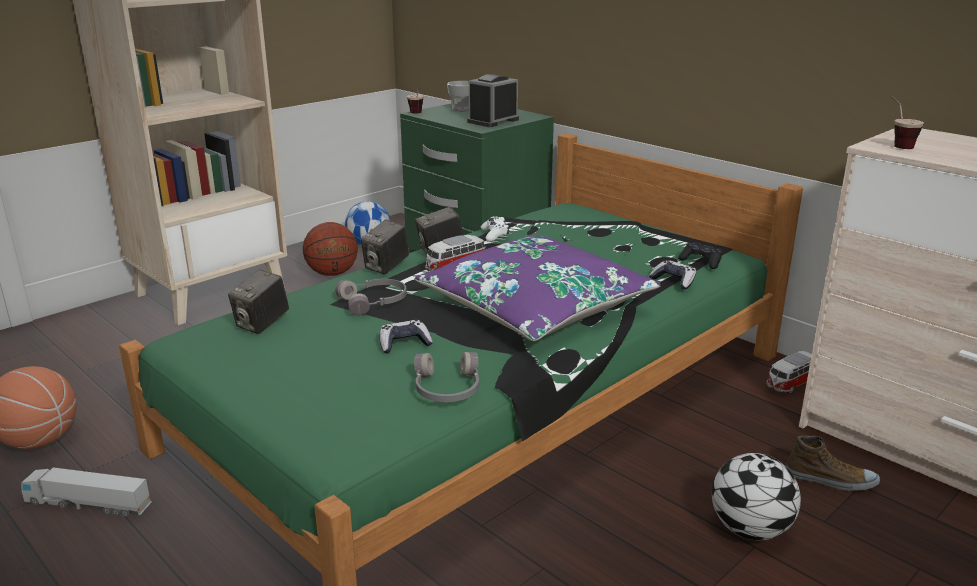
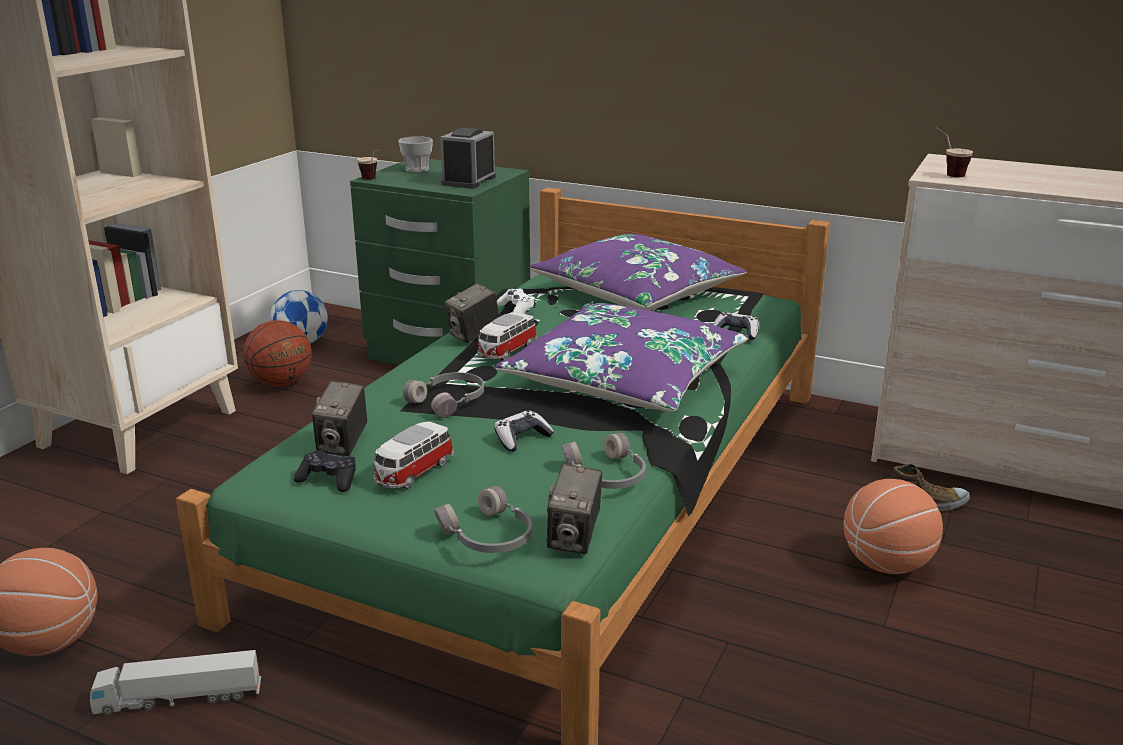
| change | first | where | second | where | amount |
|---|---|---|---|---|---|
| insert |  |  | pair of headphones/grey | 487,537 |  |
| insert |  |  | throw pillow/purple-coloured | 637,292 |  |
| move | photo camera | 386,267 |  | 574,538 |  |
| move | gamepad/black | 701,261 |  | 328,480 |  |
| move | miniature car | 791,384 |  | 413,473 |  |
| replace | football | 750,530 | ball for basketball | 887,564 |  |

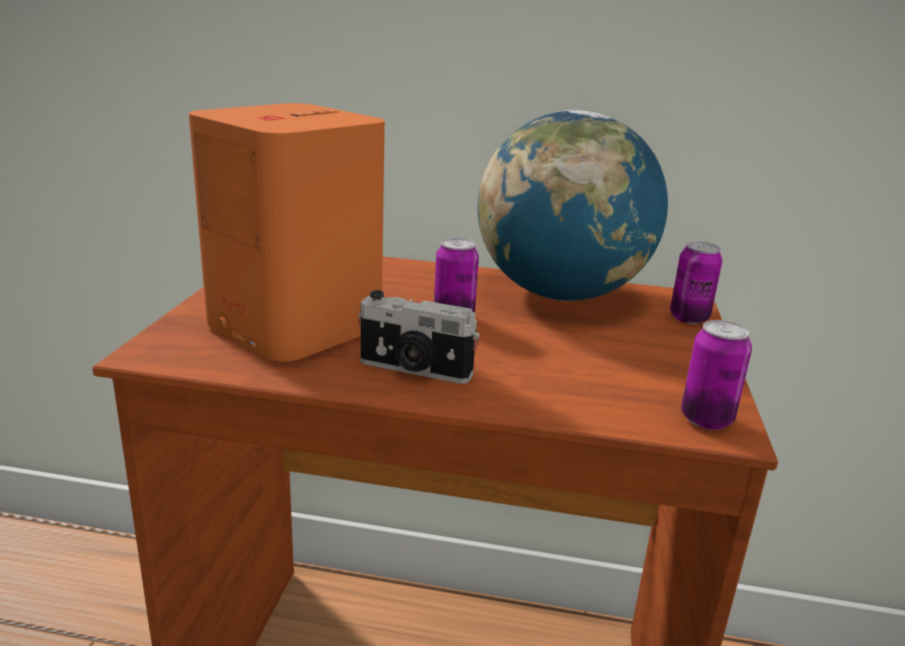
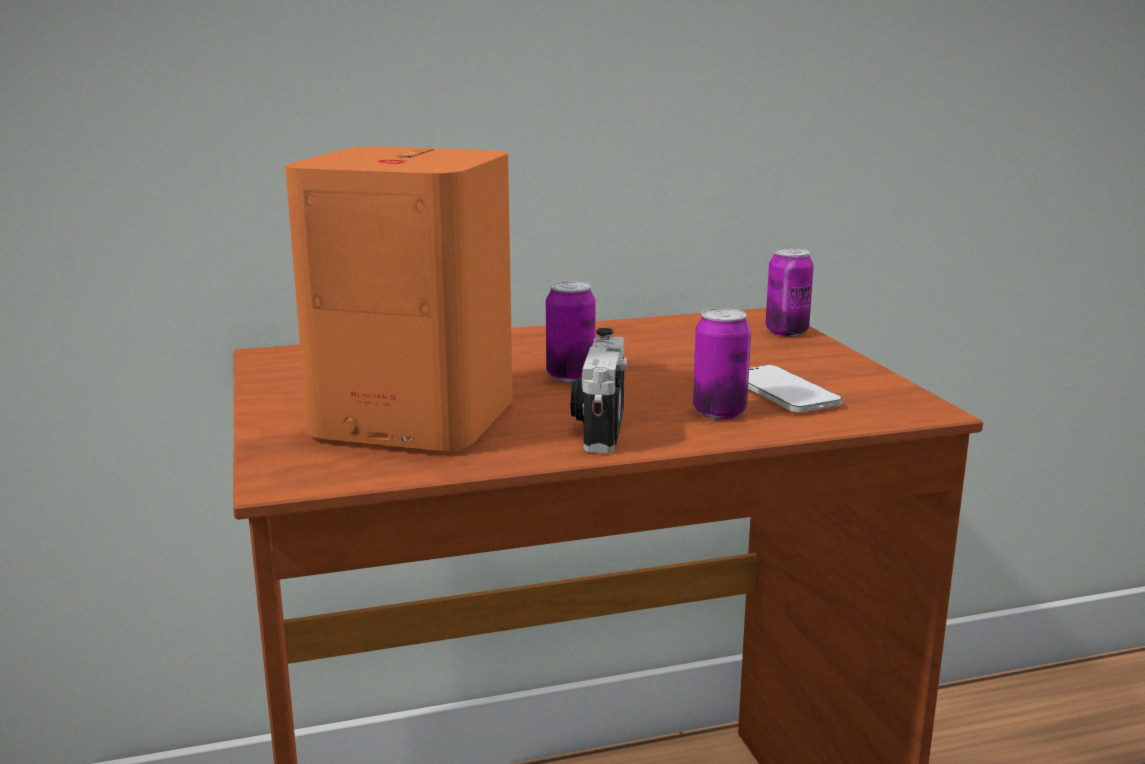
| change | first | where | second | where | amount |
|---|---|---|---|---|---|
| delete | world globe | 560,294 |  |  |  |
| insert |  |  | telephone | 783,393 |  |
| move | metal can | 706,419 |  | 719,412 |  |
| rotate | photo camera | 414,370 |  | 599,427 | 105 degrees clockwise |

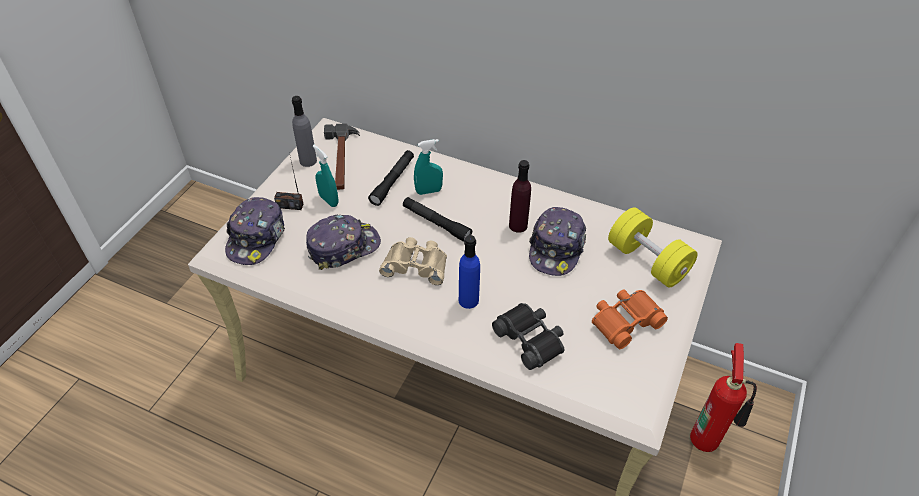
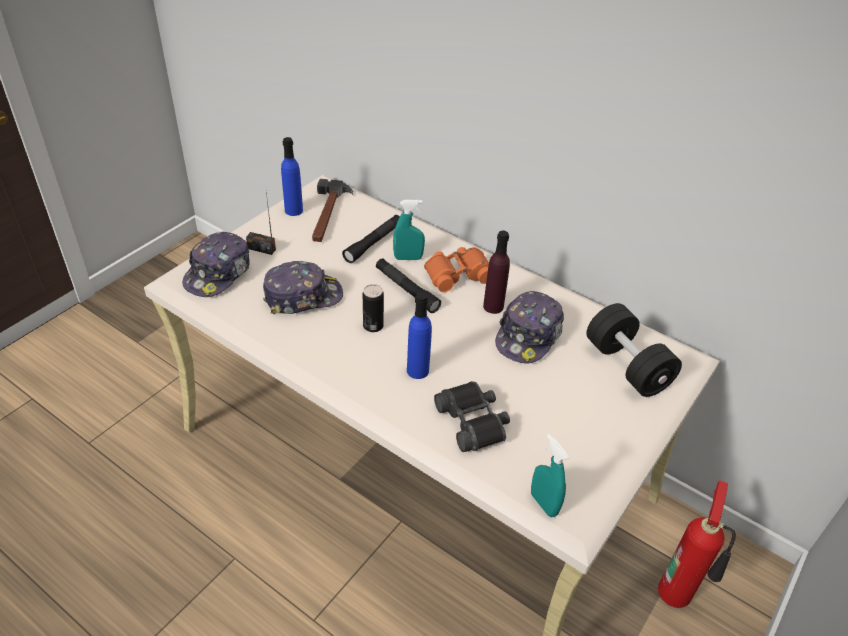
| change | first | where | second | where | amount |
|---|---|---|---|---|---|
| move | spray bottle/turquoise | 329,200 |  | 543,504 |  |
| move | pair of binoculars/orangey | 625,321 |  | 457,274 |  |
| replace | pair of binoculars/beige-coloured | 416,264 | metal can | 373,326 |  |
| recolor | bottle/grey | 308,161 | bottle/blue | 294,210 |  |
| recolor | hand weight/yellow-coloured | 647,261 | hand weight/black | 627,366 |  |

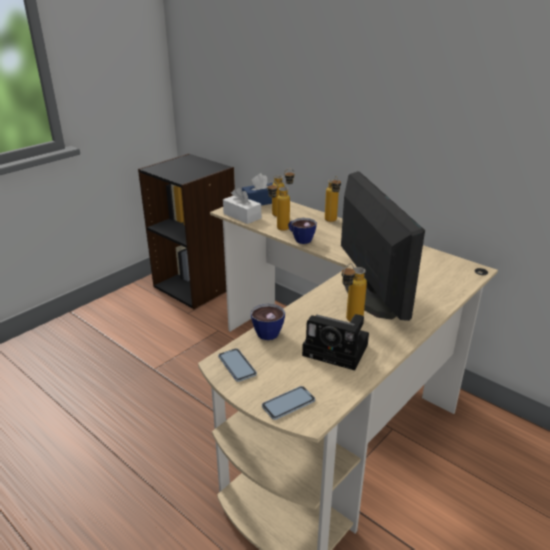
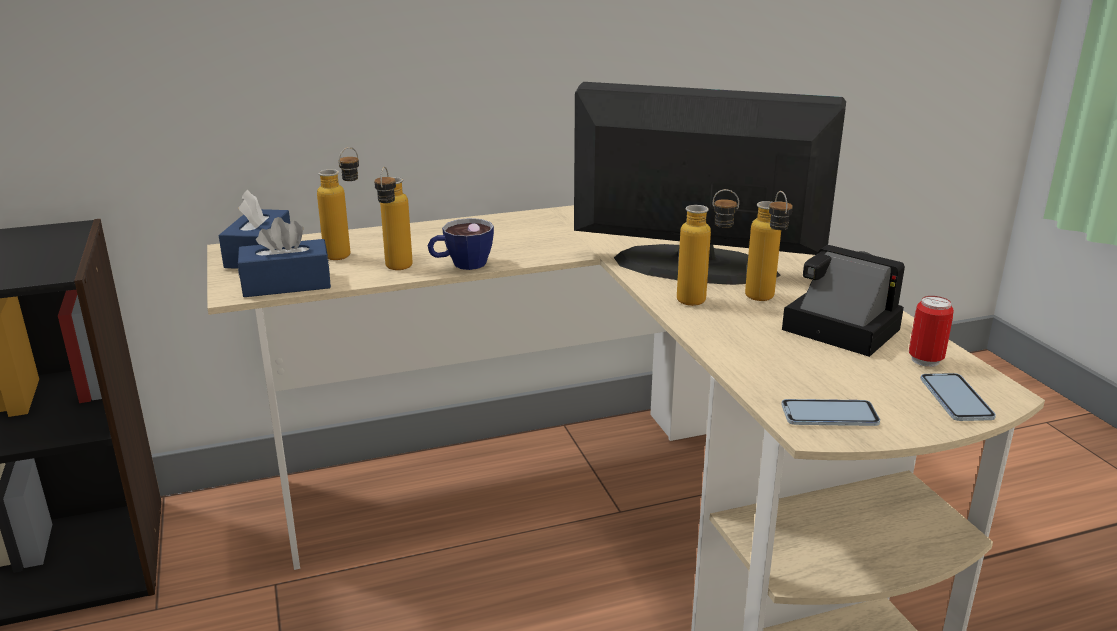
| change | first | where | second | where | amount |
|---|---|---|---|---|---|
| delete | small cup | 266,330 |  |  |  |
| insert |  |  | metal can | 925,360 |  |
| move | bottle | 332,222 |  | 703,302 |  |
| recolor | tissue box/white-coloured | 242,216 | tissue box/blue | 287,284 |  |
| rotate | photo camera | 338,350 |  | 835,328 | 105 degrees counterclockwise |

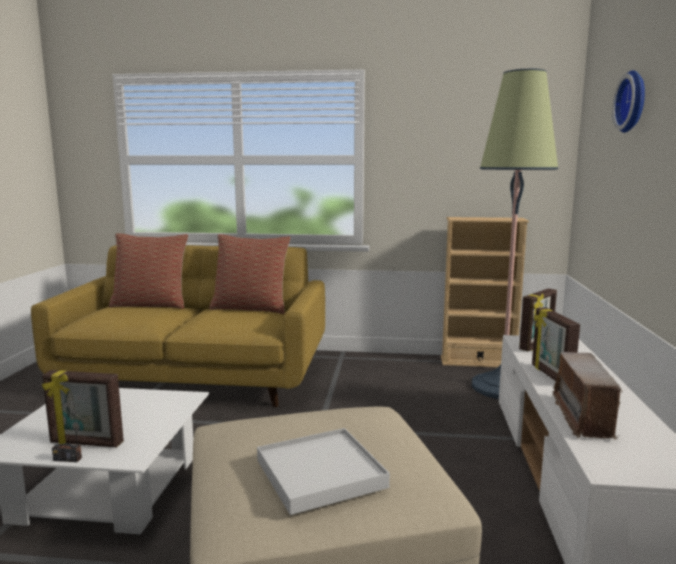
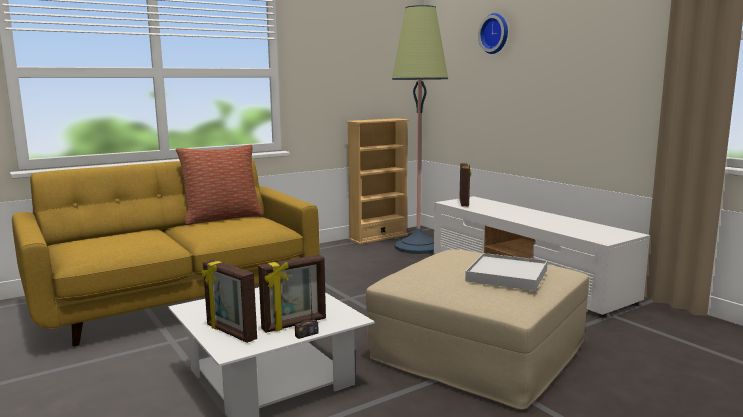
| change | first | where | second | where | amount |
|---|---|---|---|---|---|
| delete | throw pillow | 151,305 |  |  |  |
| delete | radio set | 583,417 |  |  |  |
| move | picture frame | 550,375 |  | 230,333 |  |

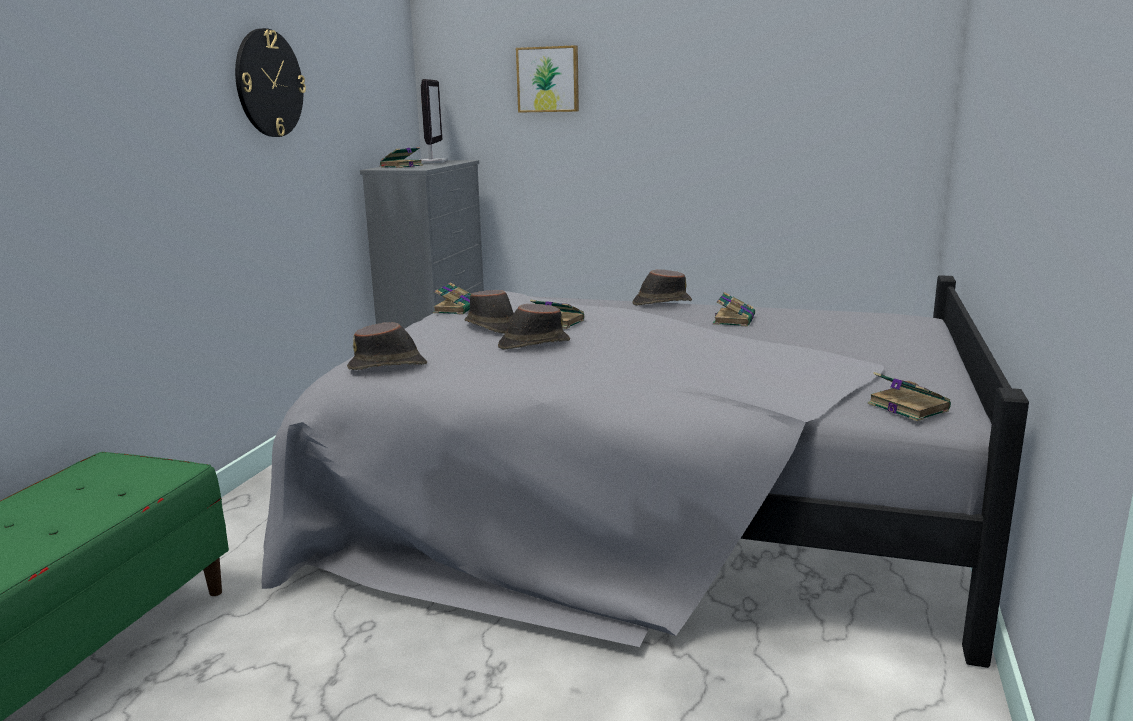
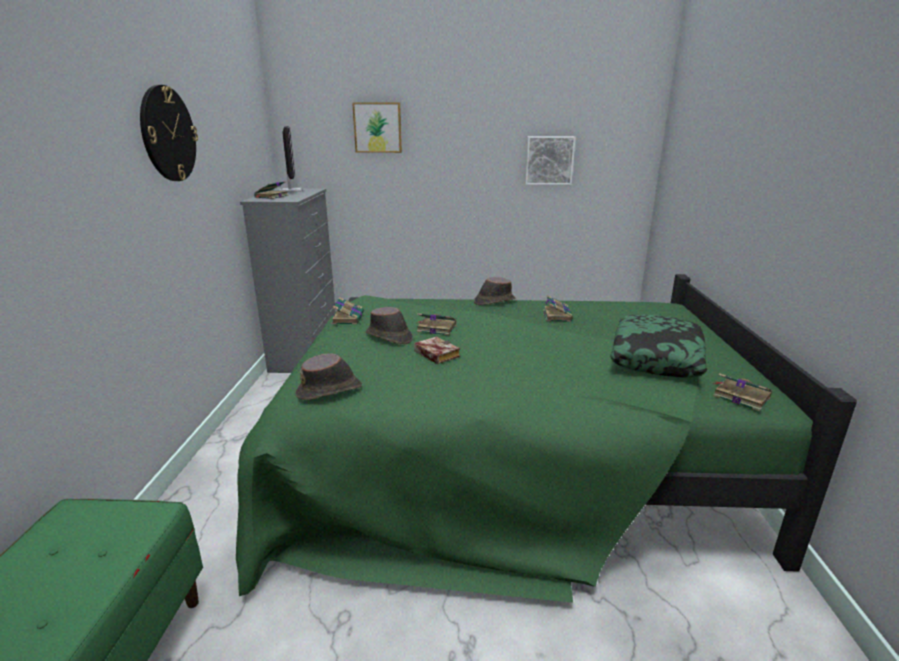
| change | first | where | second | where | amount |
|---|---|---|---|---|---|
| insert |  |  | picture | 549,160 |  |
| insert |  |  | throw pillow | 656,357 |  |
| replace | clothing hat/brown-coloured | 533,344 | bound book | 434,354 |  |
| recolor | bed/grey | 644,508 | bed/greenish | 507,458 |  |

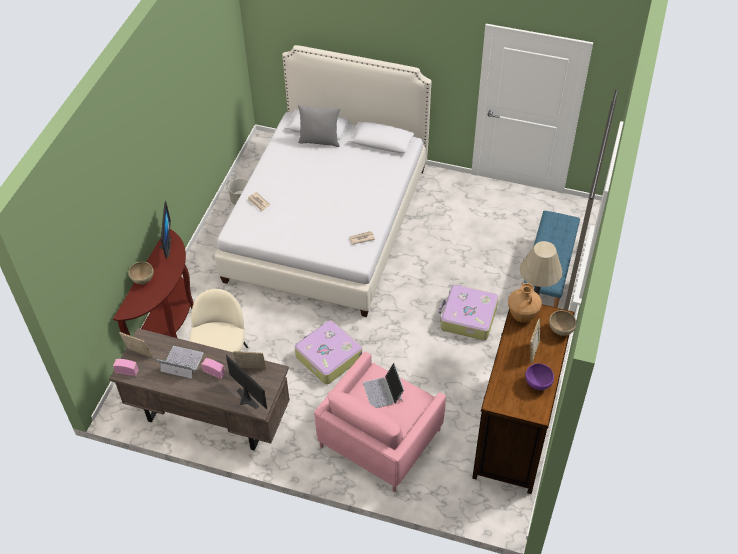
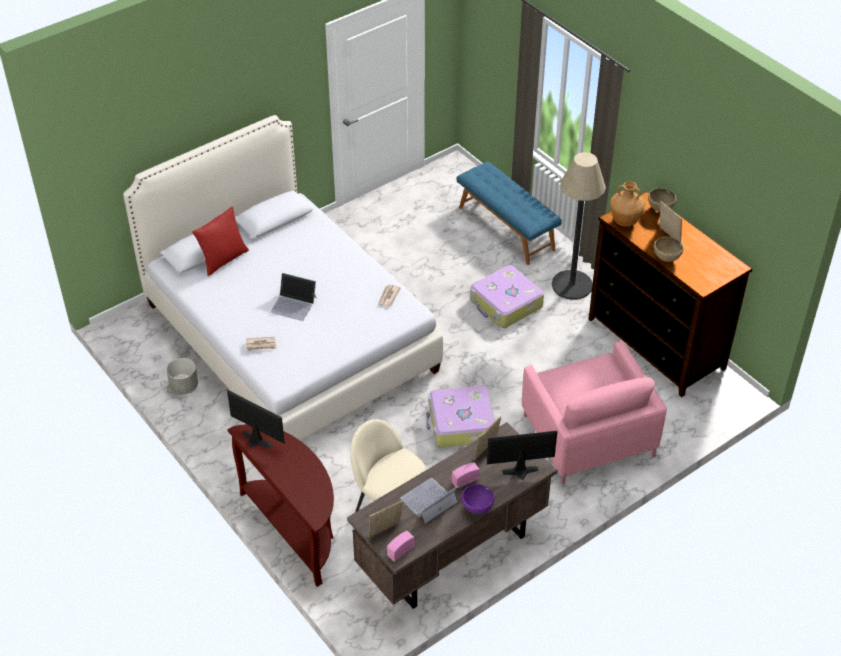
| change | first | where | second | where | amount |
|---|---|---|---|---|---|
| move | deep dish/brown-coloured | 143,280 |  | 666,258 |  |
| move | notebook computer | 383,392 |  | 294,304 |  |
| move | deep dish/purple-coloured | 537,384 |  | 477,508 |  |
| recolor | throw pillow/grey | 319,141 | throw pillow/red | 223,260 |  |

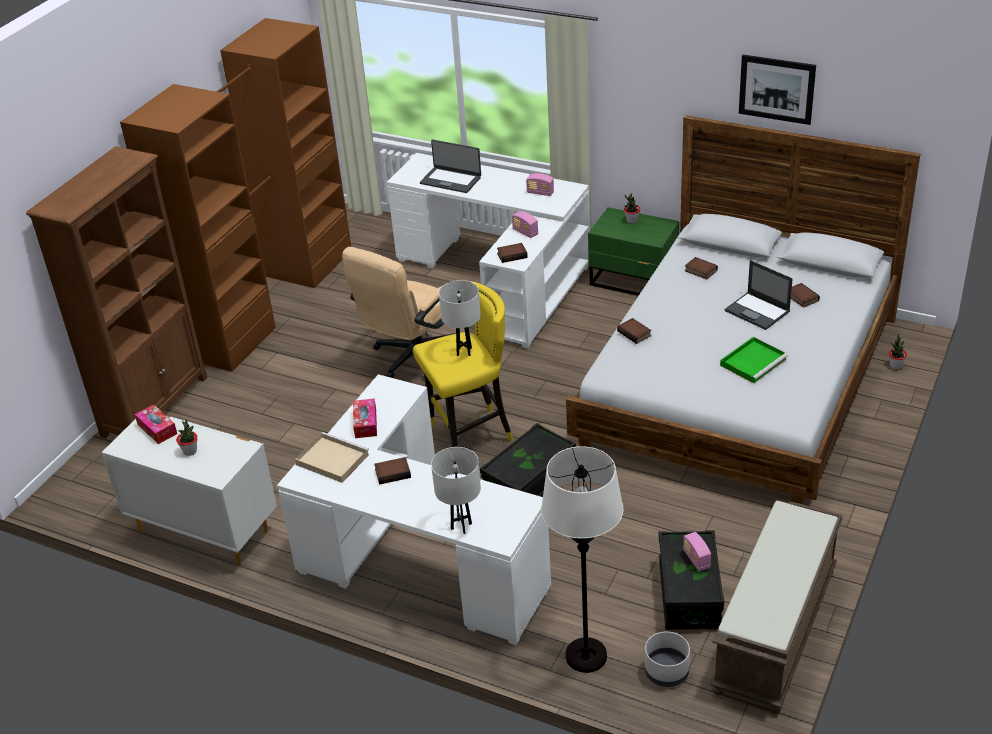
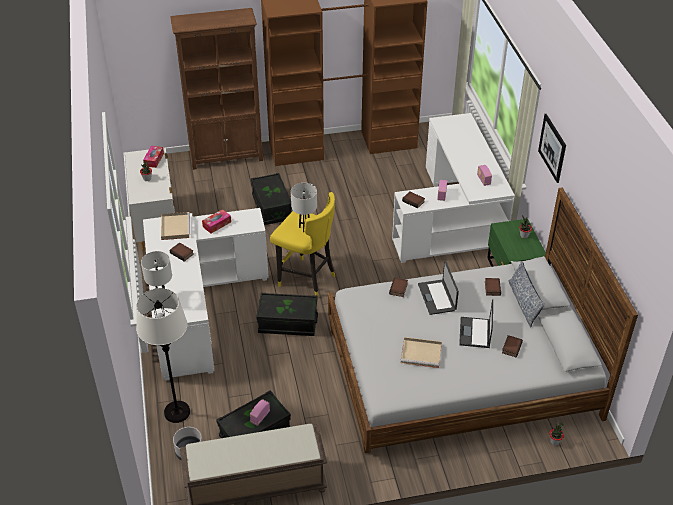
| change | first | where | second | where | amount |
|---|---|---|---|---|---|
| delete | desk chair/beige-coloured | 411,359 |  |  |  |
| insert |  |  | storage container/black | 272,207 |  |
| insert |  |  | throw pillow | 523,303 |  |
| move | notebook computer | 451,180 |  | 437,297 |  |
| move | picture | 776,89 |  | 552,148 |  |
| recolor | serving tray/greenish | 753,361 | serving tray/beige-coloured | 422,353 |  |

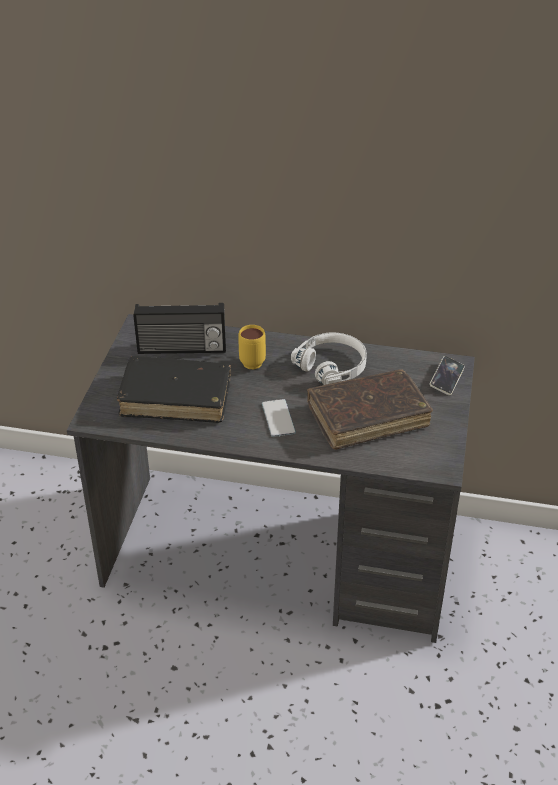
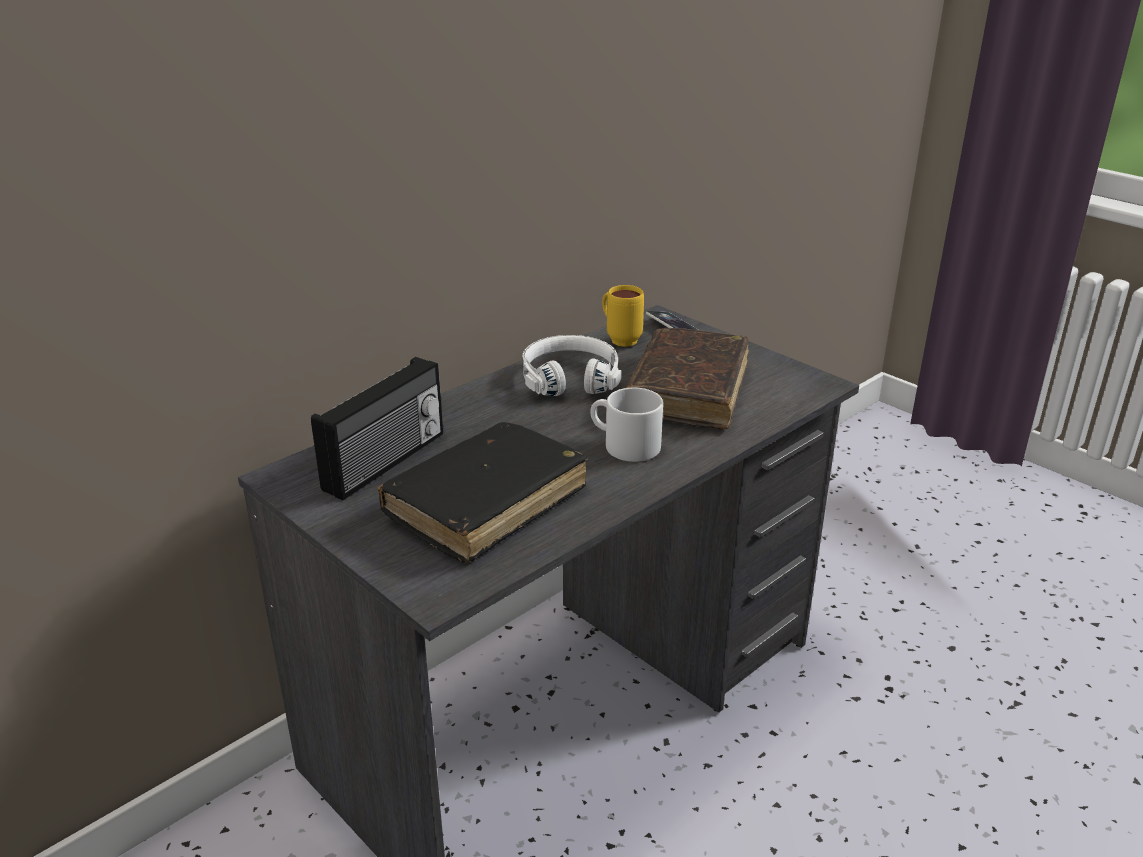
| change | first | where | second | where | amount |
|---|---|---|---|---|---|
| move | tea mug/yellow-coloured | 254,360 |  | 619,339 |  |
| replace | telephone | 278,418 | tea mug/white-coloured | 623,445 |  |

